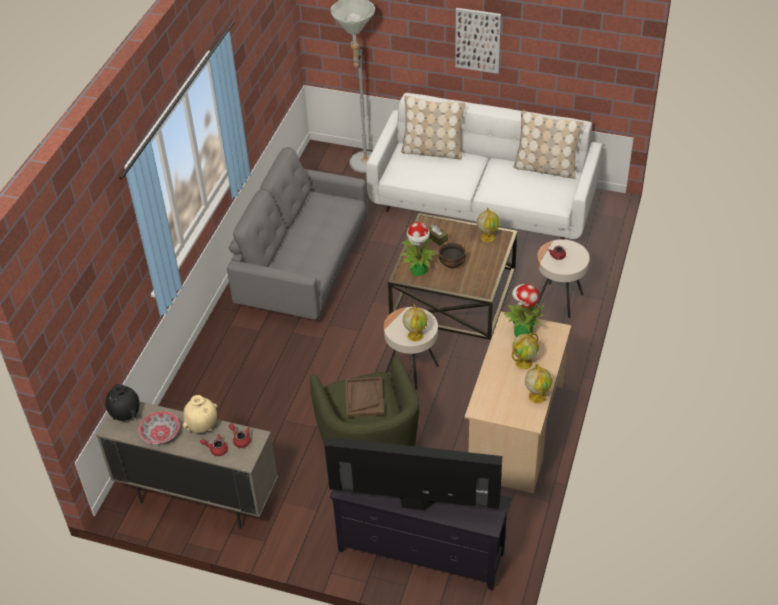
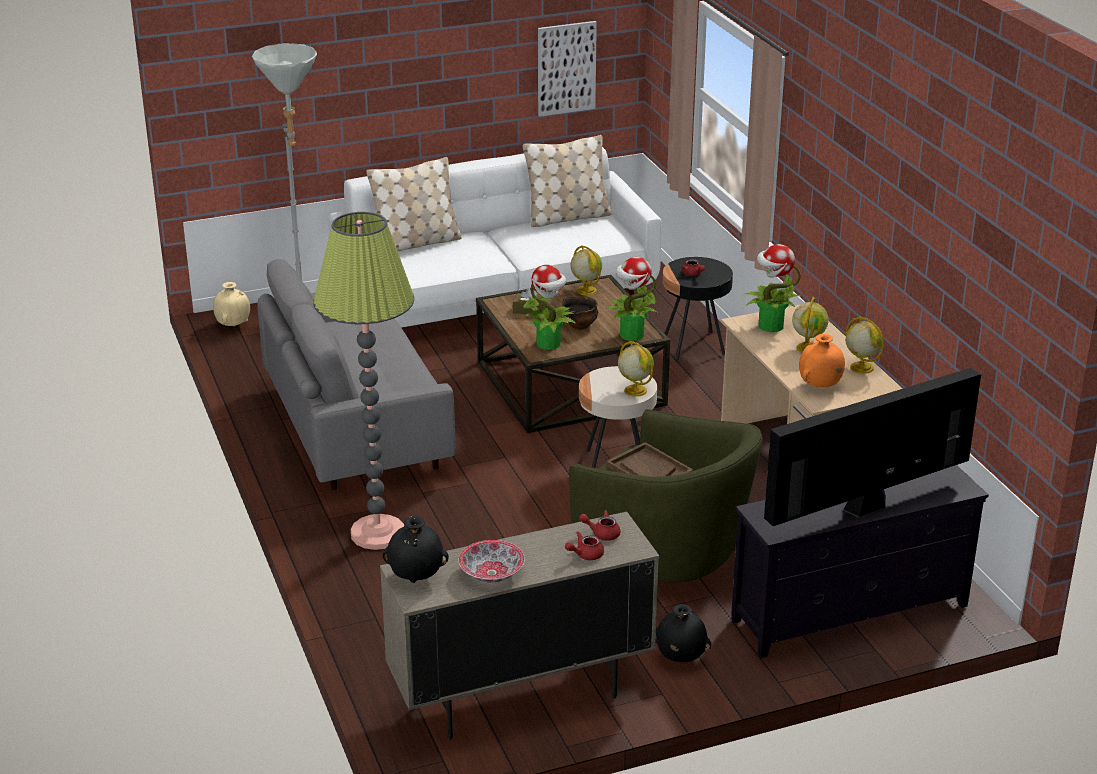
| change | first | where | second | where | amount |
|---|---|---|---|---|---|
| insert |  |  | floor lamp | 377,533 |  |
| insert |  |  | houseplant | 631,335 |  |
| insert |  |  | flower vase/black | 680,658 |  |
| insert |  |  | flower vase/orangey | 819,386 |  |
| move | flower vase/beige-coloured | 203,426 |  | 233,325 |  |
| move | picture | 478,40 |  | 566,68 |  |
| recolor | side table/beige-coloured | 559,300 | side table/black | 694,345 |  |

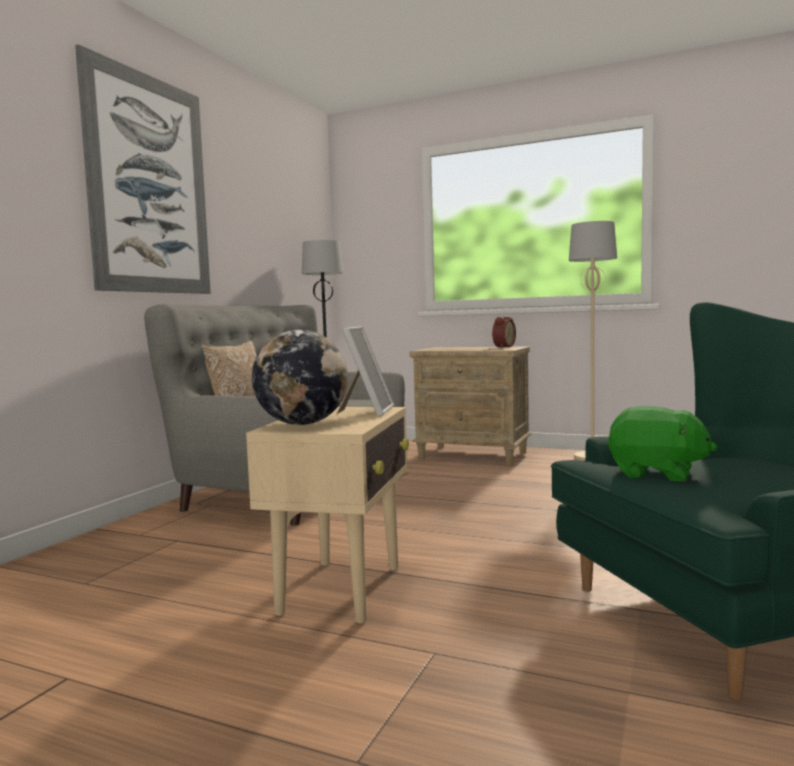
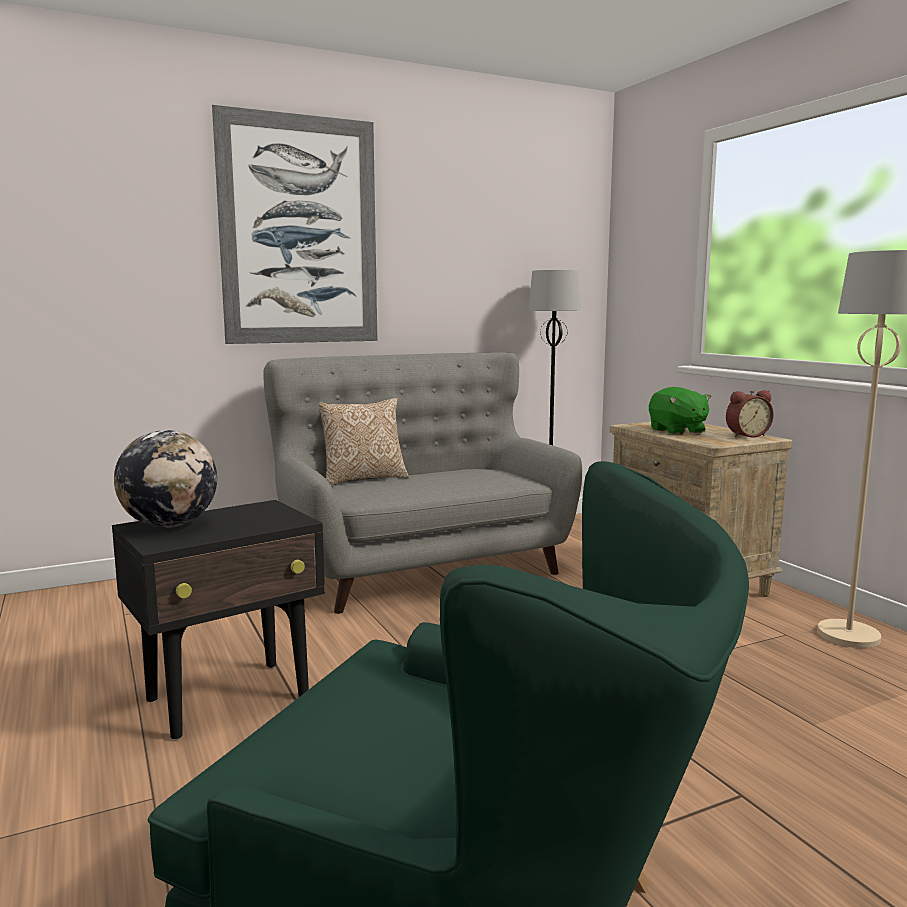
| change | first | where | second | where | amount |
|---|---|---|---|---|---|
| delete | picture frame | 366,411 |  |  |  |
| move | cuddly toy/greenish | 656,474 |  | 677,431 |  |
| recolor | side table/beige-coloured | 342,589 | side table/black | 230,698 |  |

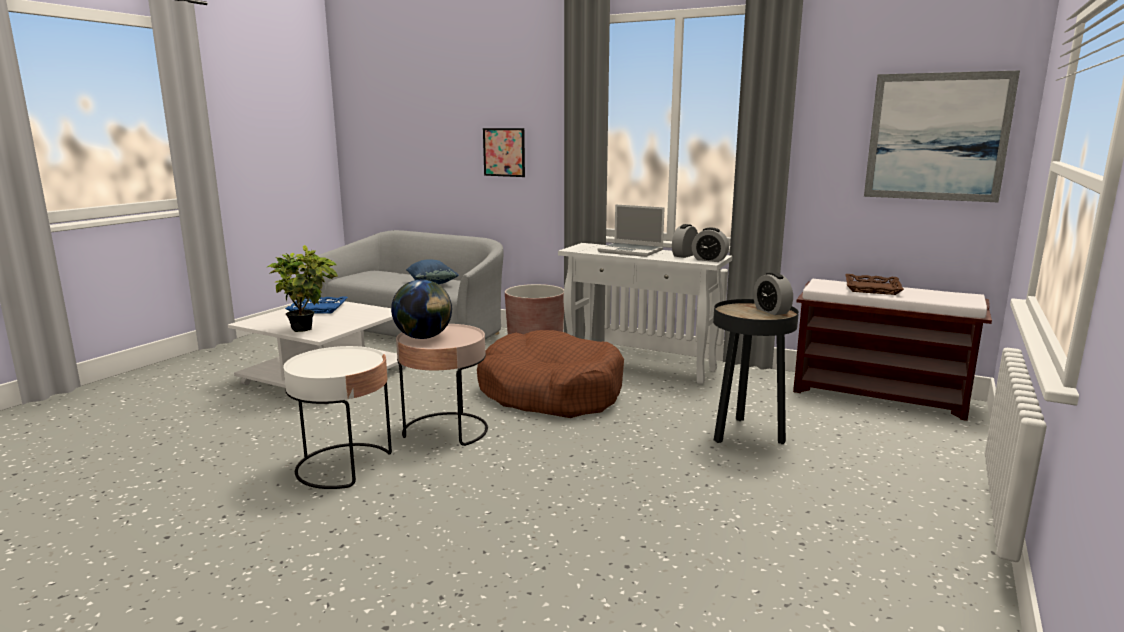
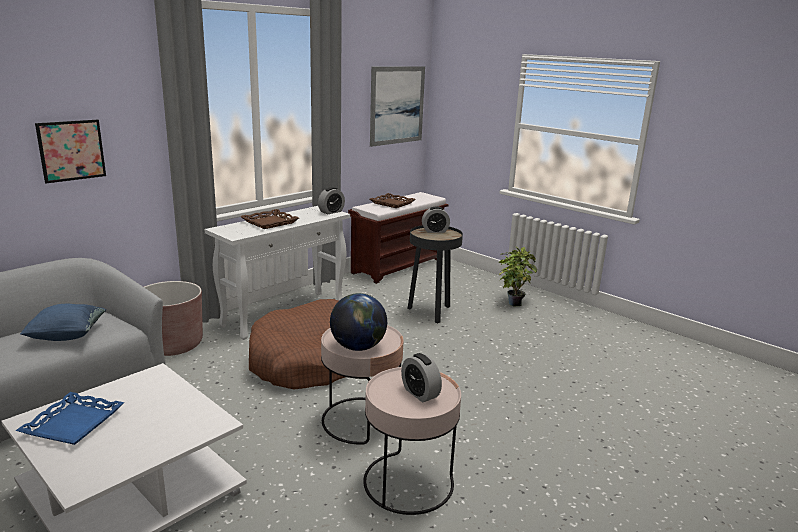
| change | first | where | second | where | amount |
|---|---|---|---|---|---|
| move | houseplant | 308,329 |  | 513,302 |  |
| move | table clock | 684,255 |  | 420,393 |  |
| replace | notebook computer | 631,251 | serving tray/brown-coloured | 269,222 |  |
| recolor | side table/white-coloured | 344,465 | side table/pink | 408,482 |  |

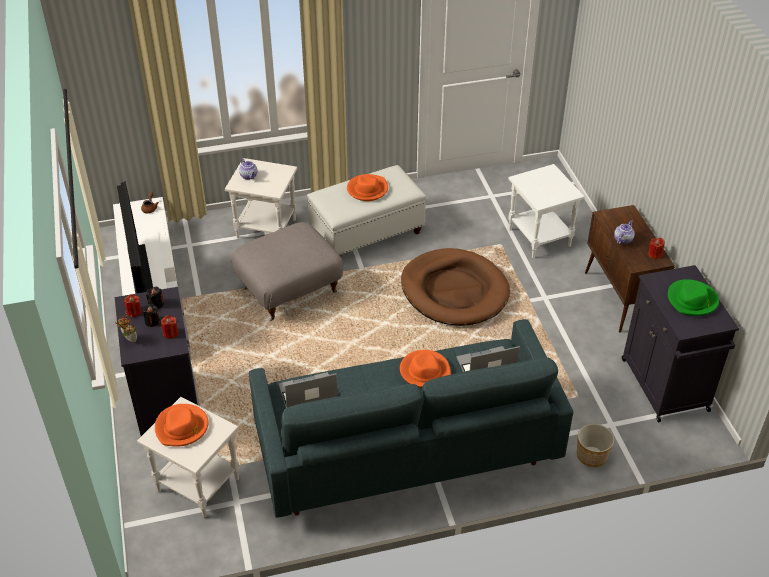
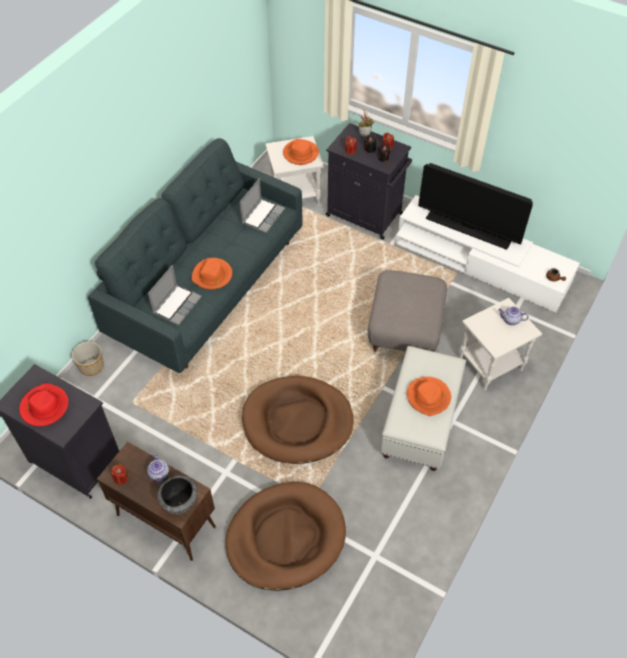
| change | first | where | second | where | amount |
|---|---|---|---|---|---|
| insert |  |  | deep dish | 180,503 |  |
| replace | side table/white-coloured | 540,238 | dog cushion/brown-coloured | 285,538 |  |
| recolor | clothing hat/greenish | 692,300 | clothing hat/red | 44,407 |  |

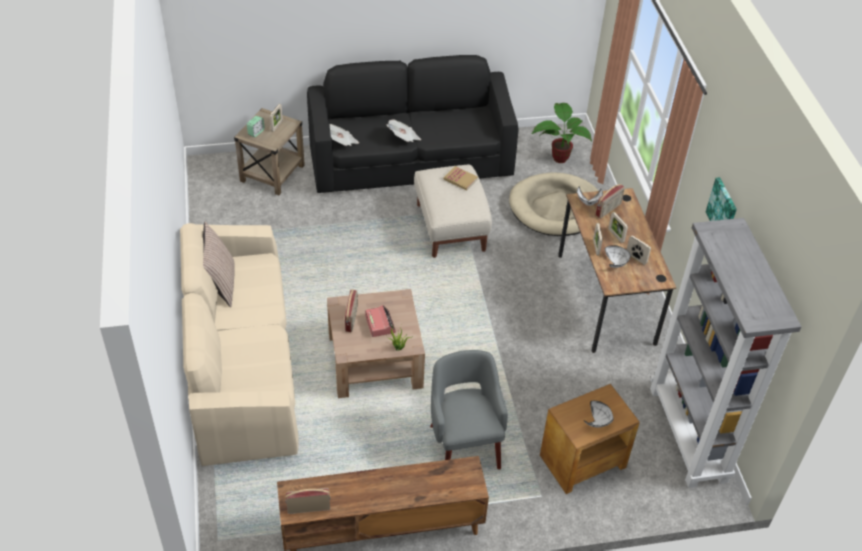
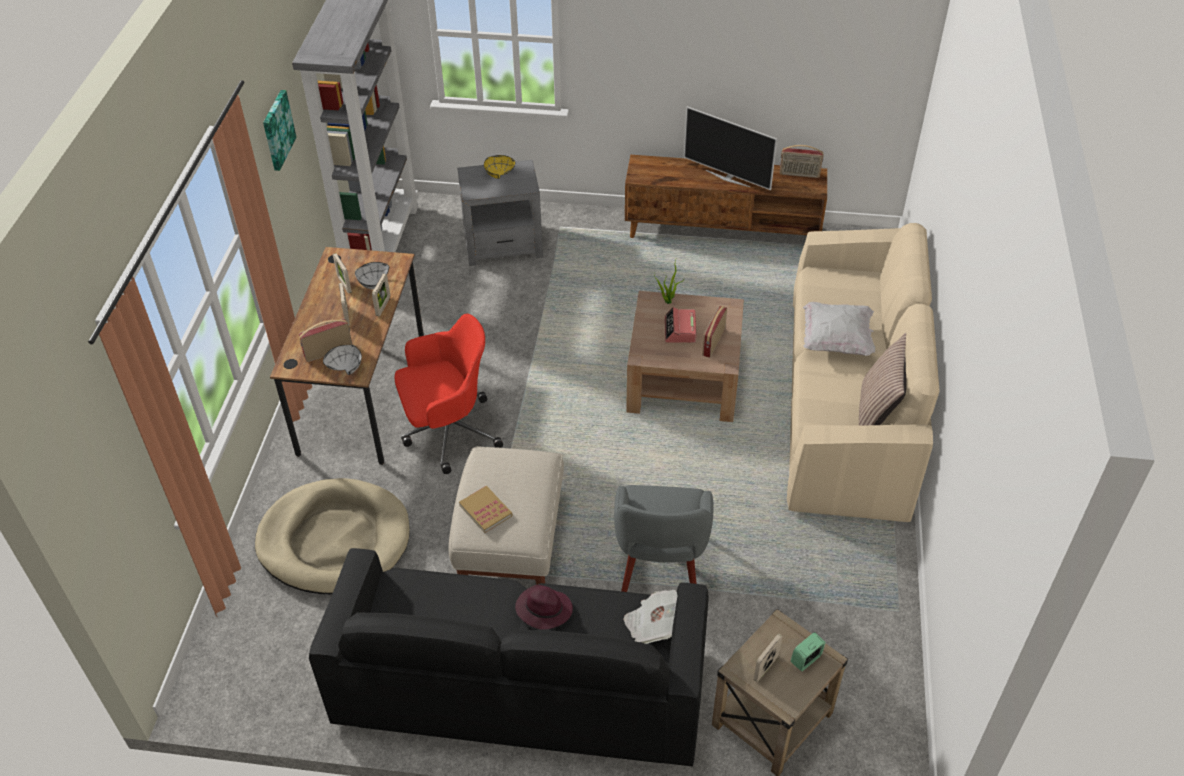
| change | first | where | second | where | amount |
|---|---|---|---|---|---|
| delete | houseplant | 558,157 |  |  |  |
| insert |  |  | desk chair/red | 448,432 |  |
| insert |  |  | TV | 728,178 |  |
| insert |  |  | throw pillow/white-coloured | 836,340 |  |
| move | easy chair/grey | 464,445 |  | 660,565 |  |
| replace | daily paper | 403,138 | clothing hat/purple-coloured | 543,609 |  |
| recolor | side table/brown-coloured | 582,461 | side table/grey | 503,245 |  |
| recolor | deep dish/white-coloured | 598,421 | deep dish/yellow-coloured | 497,174 |  |

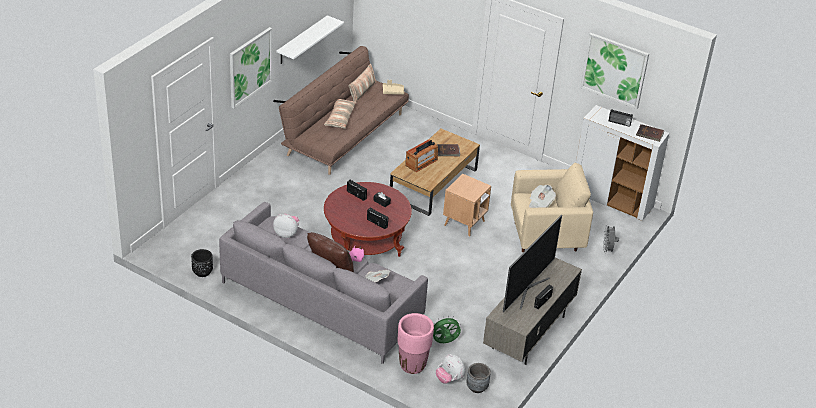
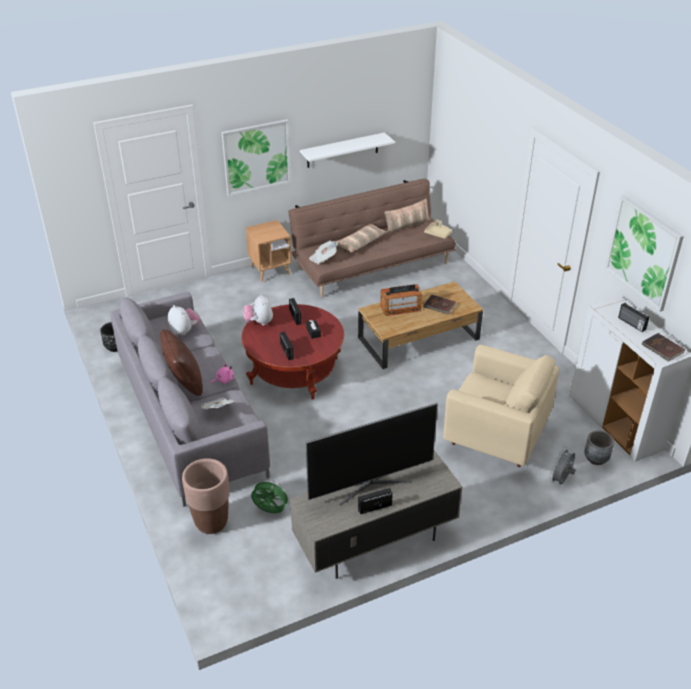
| change | first | where | second | where | amount |
|---|---|---|---|---|---|
| move | cuddly toy | 449,379 |  | 259,322 |  |
| move | side table/brown-coloured | 464,223 |  | 270,271 |  |
| move | plant pot/grey | 477,387 |  | 596,458 |  |
| move | daily paper | 540,203 |  | 323,258 |  |
| recolor | plant pot/pink | 412,365 | plant pot/brown-coloured | 211,522 |  |

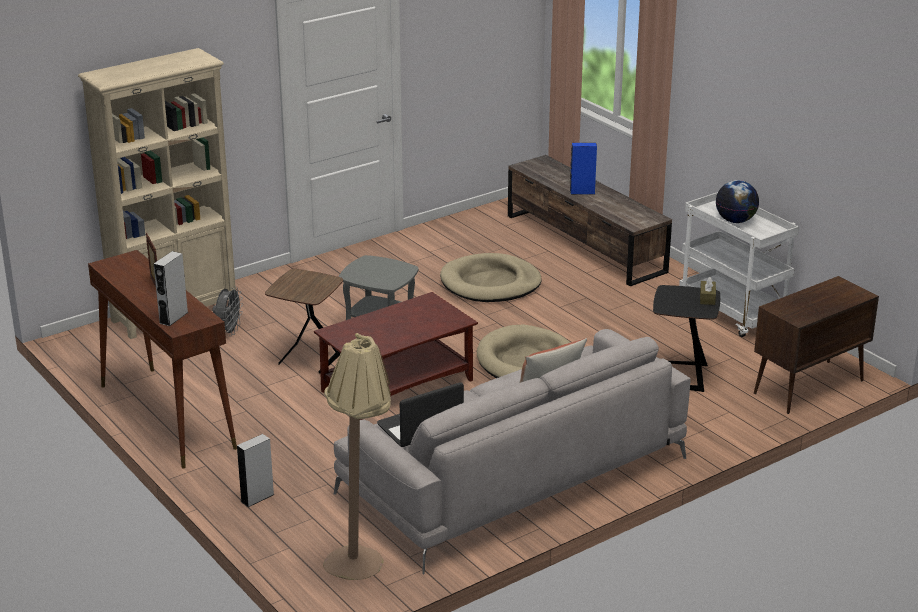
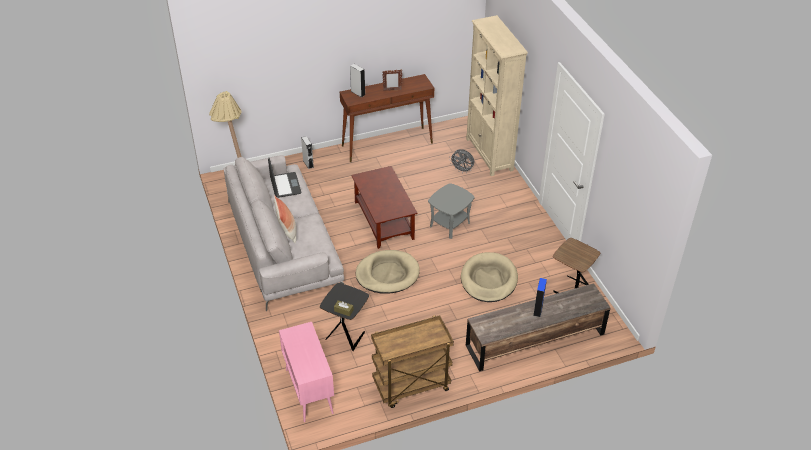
| change | first | where | second | where | amount |
|---|---|---|---|---|---|
| delete | world globe | 735,221 |  |  |  |
| move | side table/brown-coloured | 308,360 |  | 570,289 |  |
| recolor | trolley/white-coloured | 733,314 | trolley/brown-coloured | 411,386 |  |
| recolor | storage cabinet/brown-coloured | 808,387 | storage cabinet/pink | 308,391 |  |

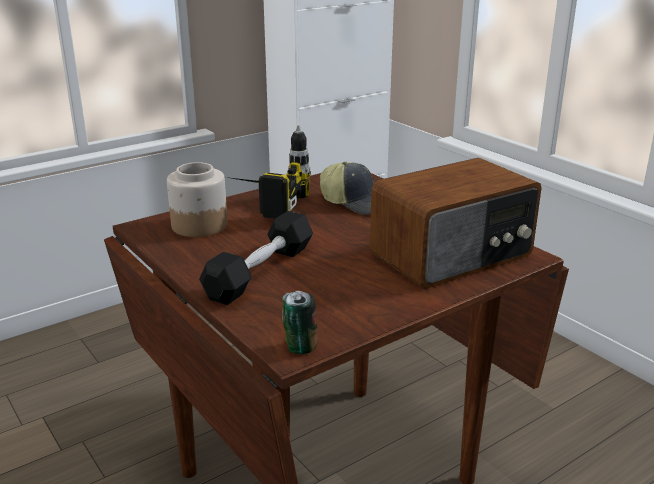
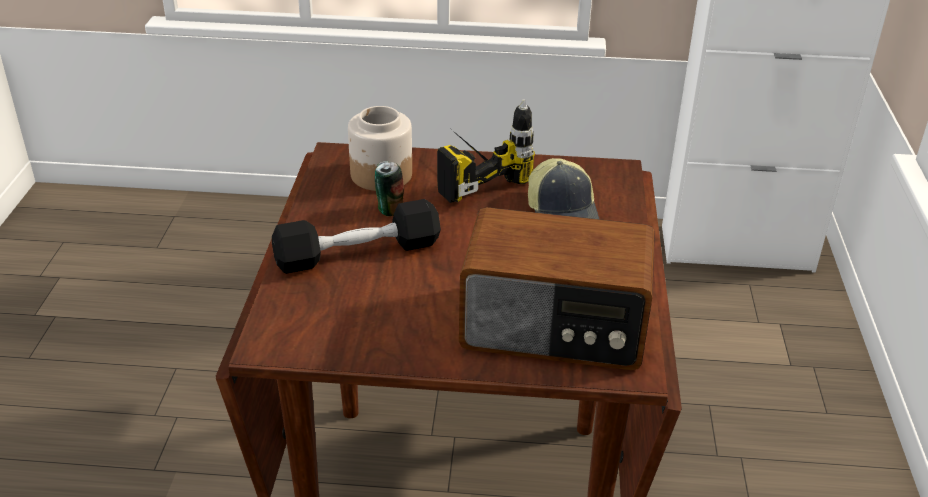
| change | first | where | second | where | amount |
|---|---|---|---|---|---|
| move | metal can | 299,347 |  | 389,209 |  |

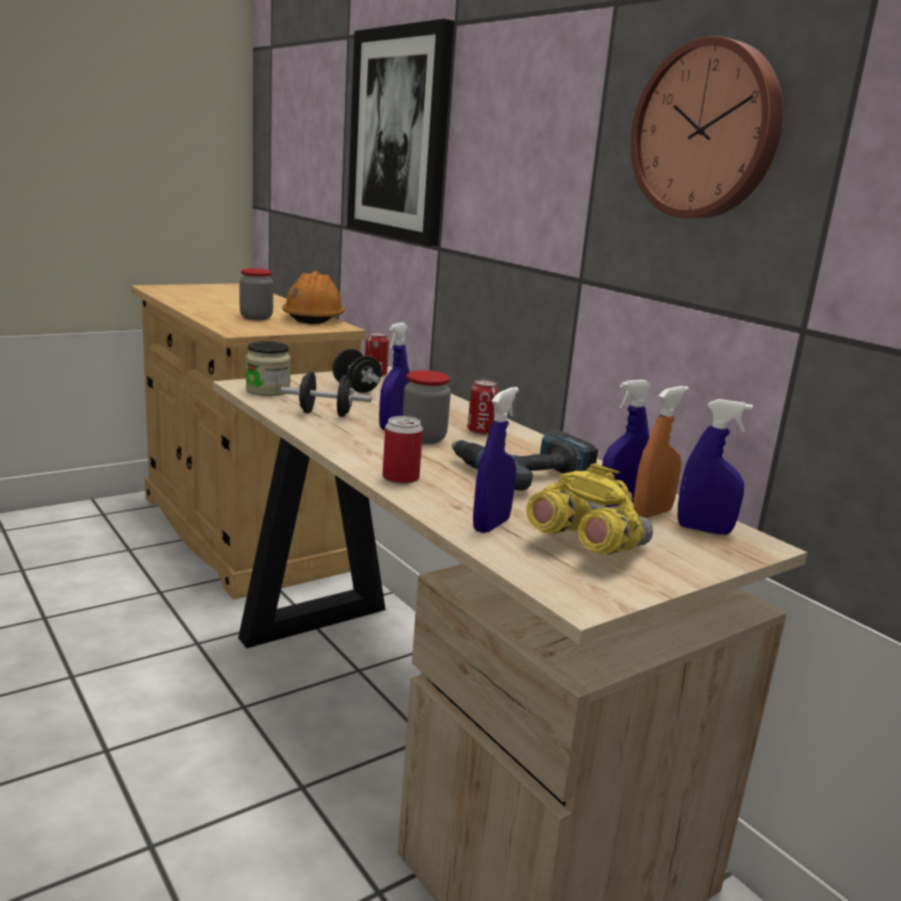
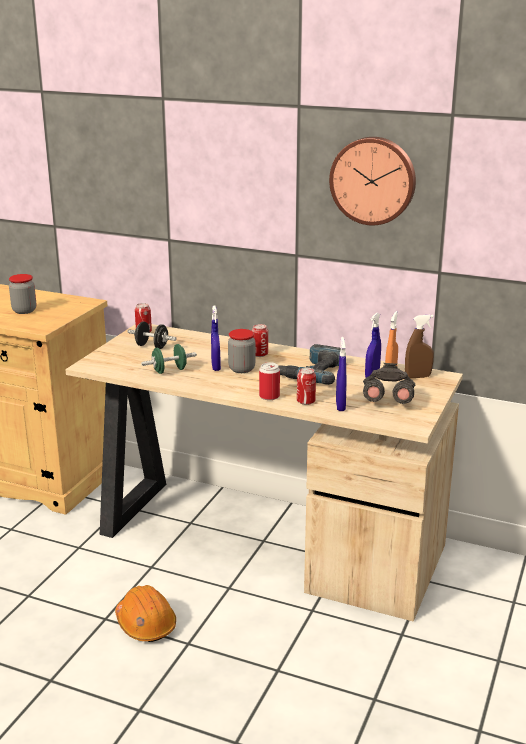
| change | first | where | second | where | amount |
|---|---|---|---|---|---|
| delete | jar | 268,390 |  |  |  |
| delete | picture | 399,135 |  |  |  |
| insert |  |  | metal can | 306,401 |  |
| move | safety helmet/orangey | 314,318 |  | 145,624 |  |
| recolor | hand weight/black | 325,414 | hand weight/greenish | 169,370 |  |
| recolor | pair of binoculars/yellow-coloured | 586,546 | pair of binoculars/grey | 387,402 |  |
| recolor | spray bottle/blue | 703,530 | spray bottle/brown-coloured | 418,377 |  |

